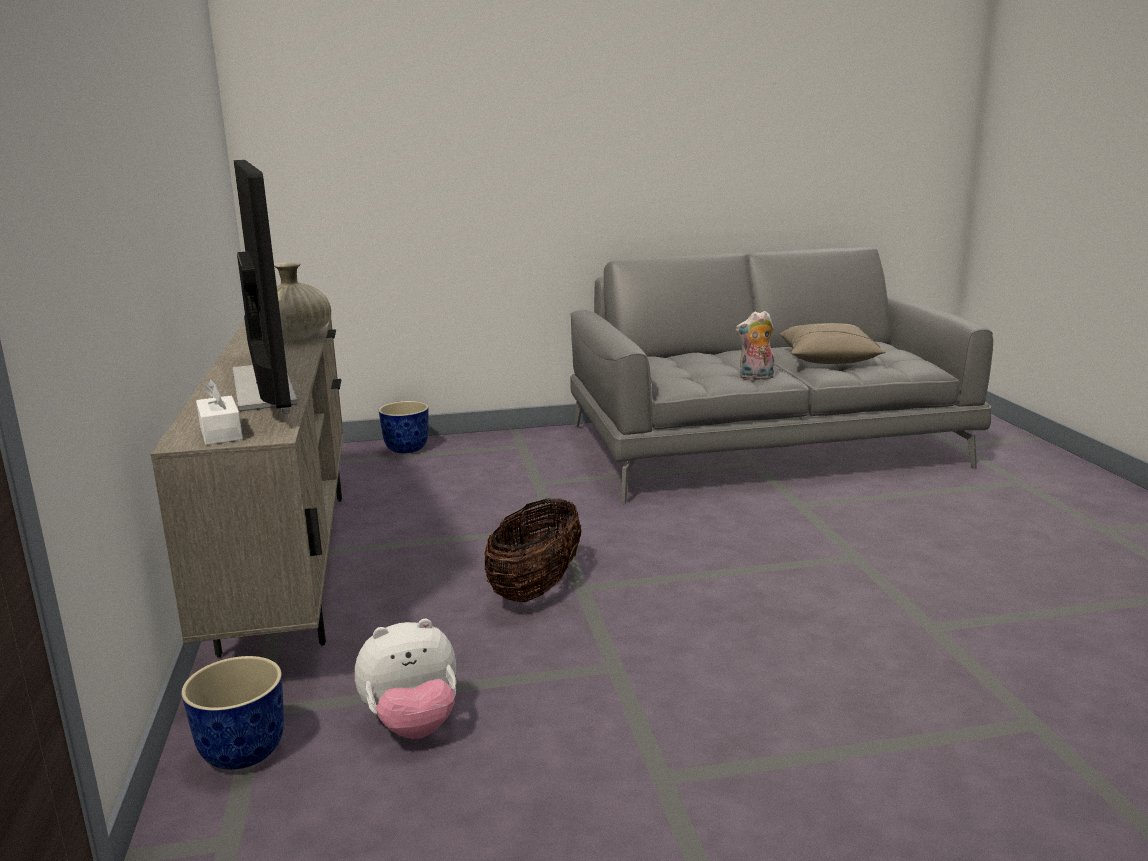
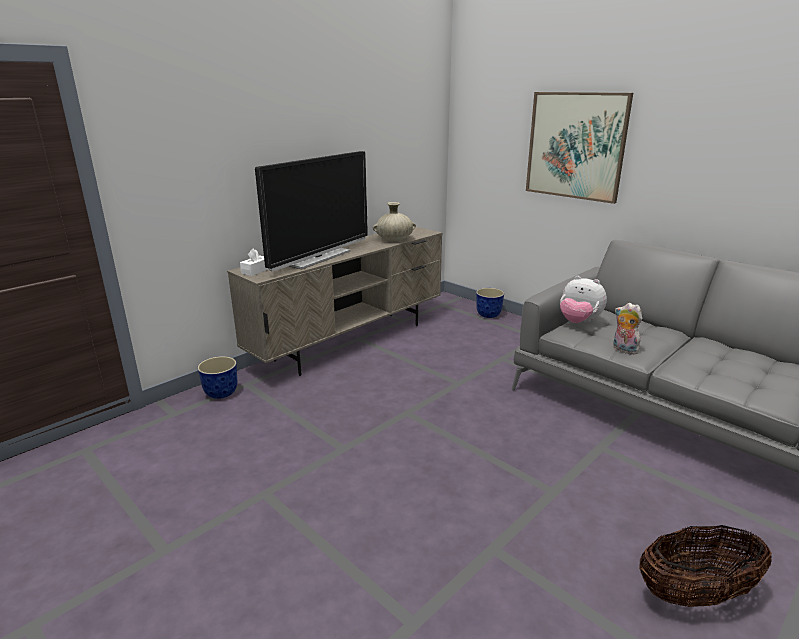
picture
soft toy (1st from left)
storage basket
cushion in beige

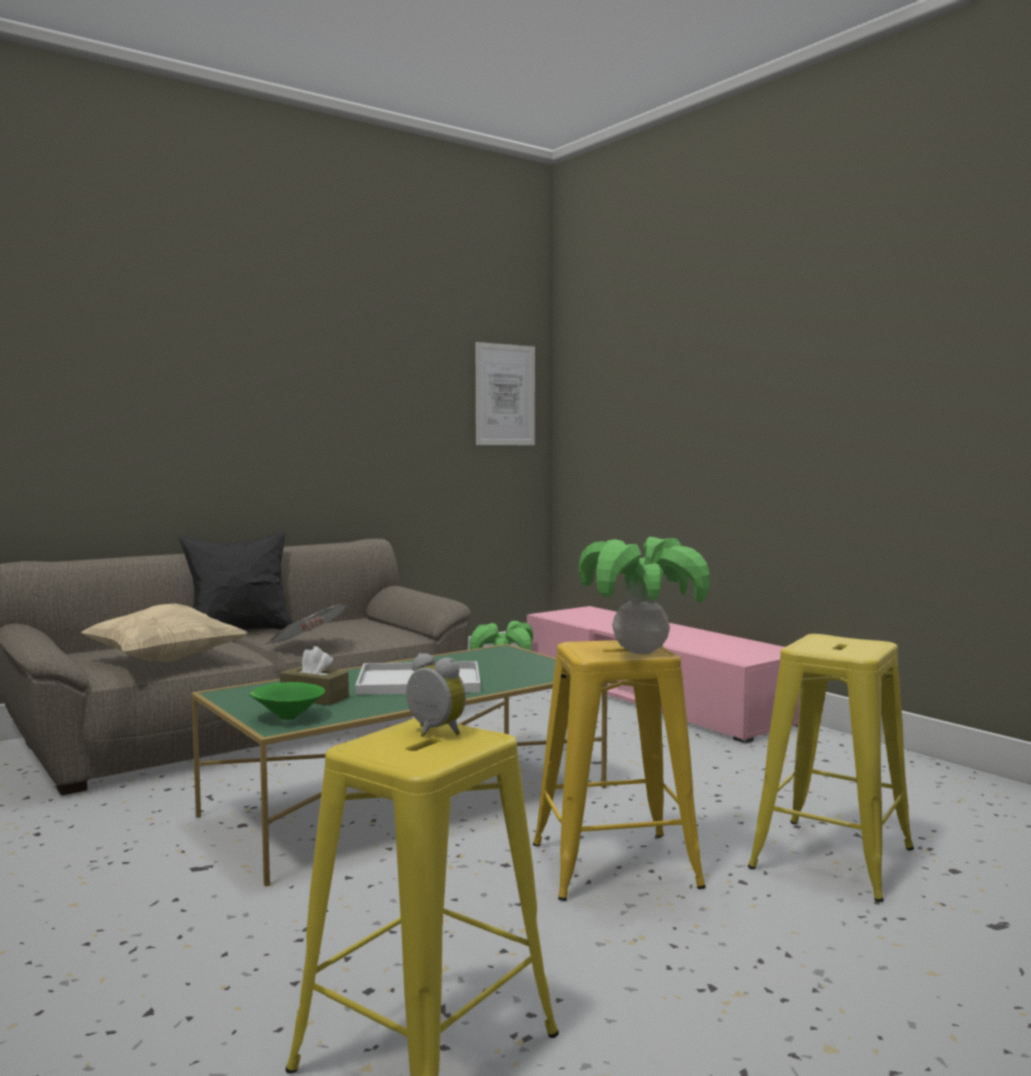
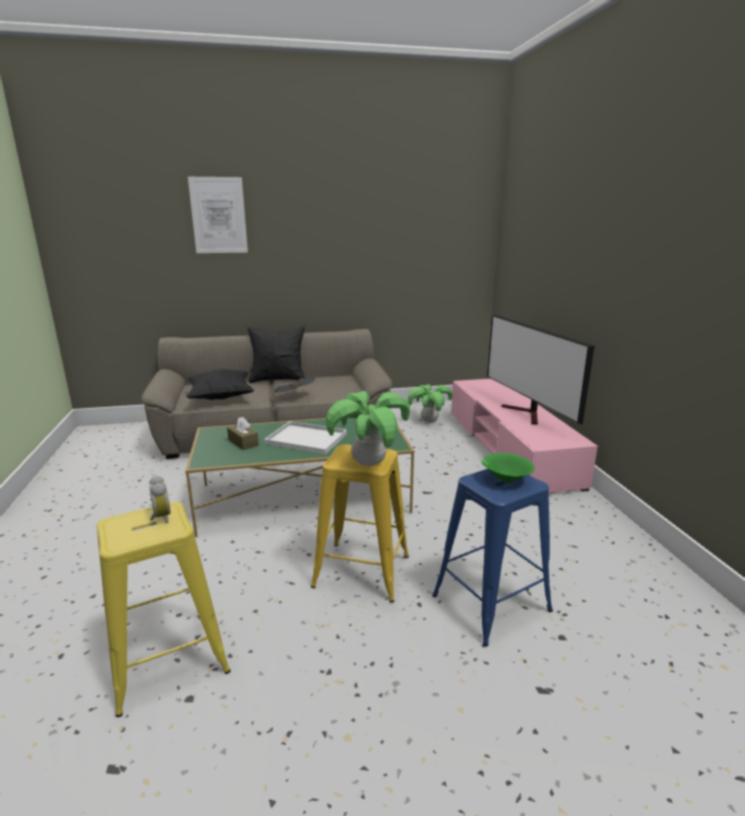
cushion in black (1st from left)
picture
sitting stool in blue-coloured
serving bowl in greenish
television

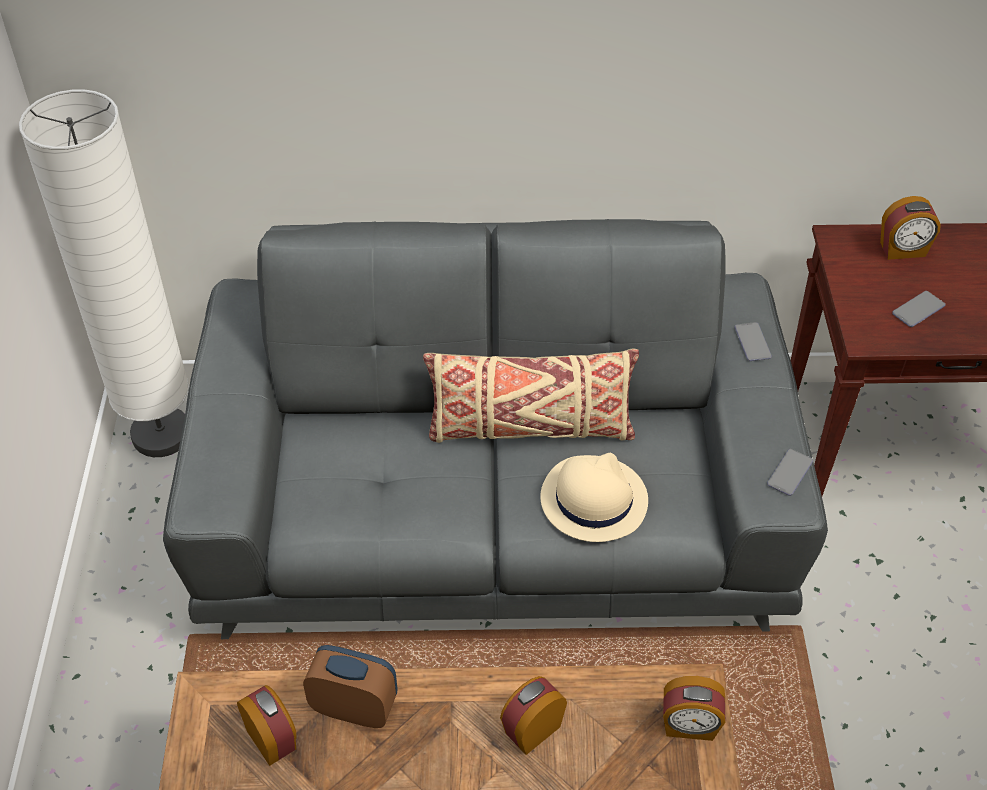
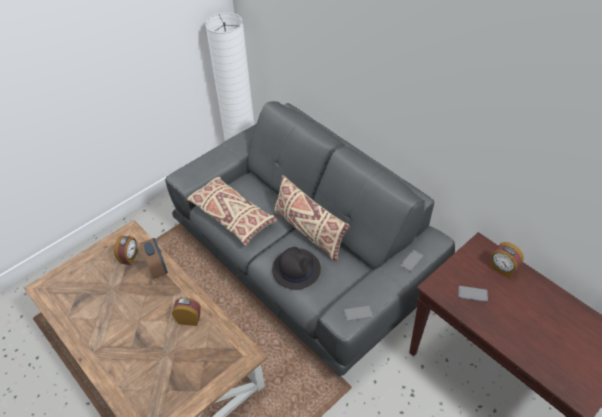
cushion in beige (1st from left)
clothing hat in black
bedside clock (4th from left in the first image)

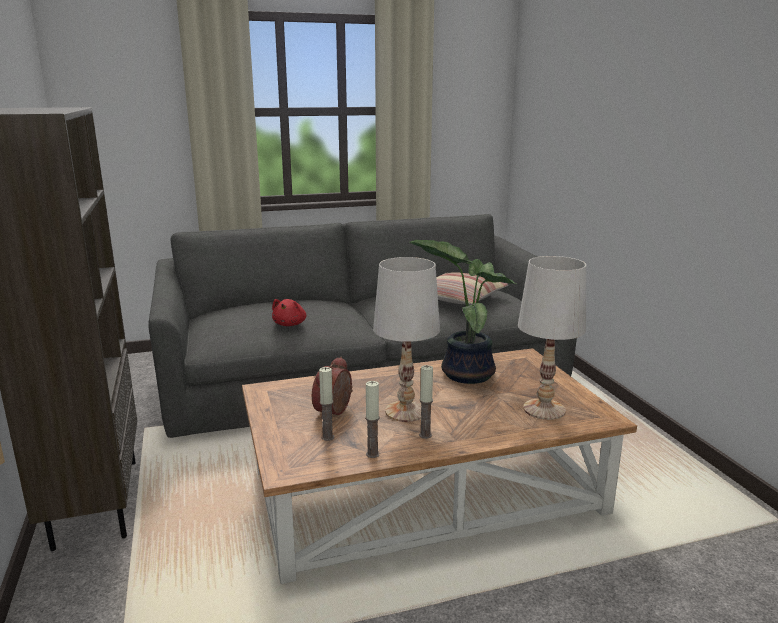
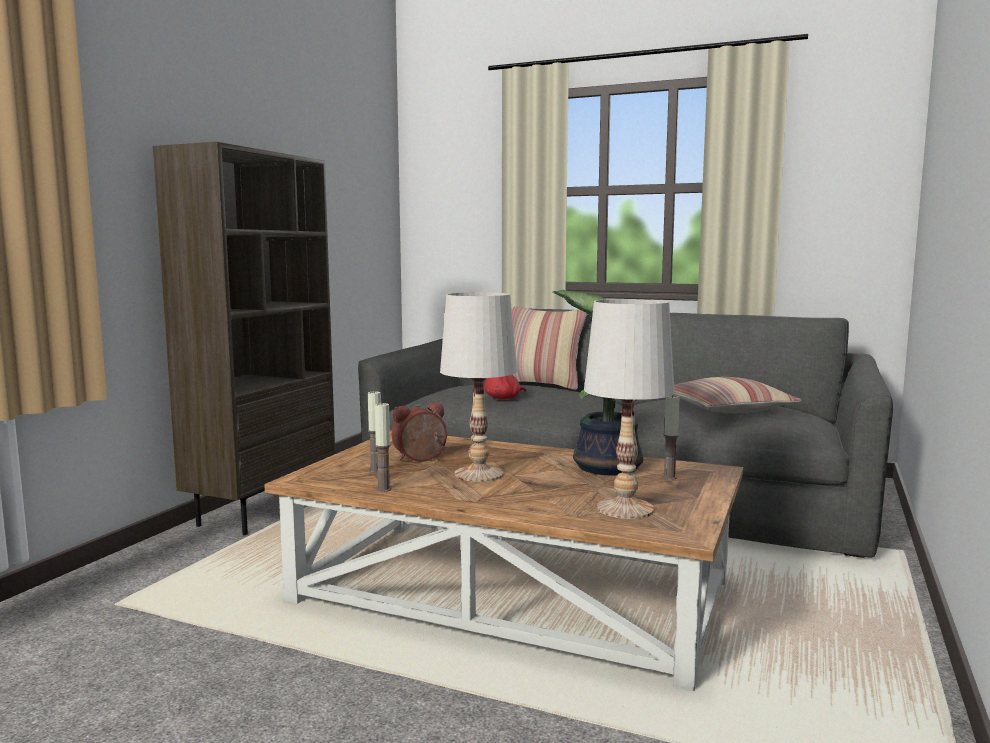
cushion (1st from left)
wax light (3rd from left)

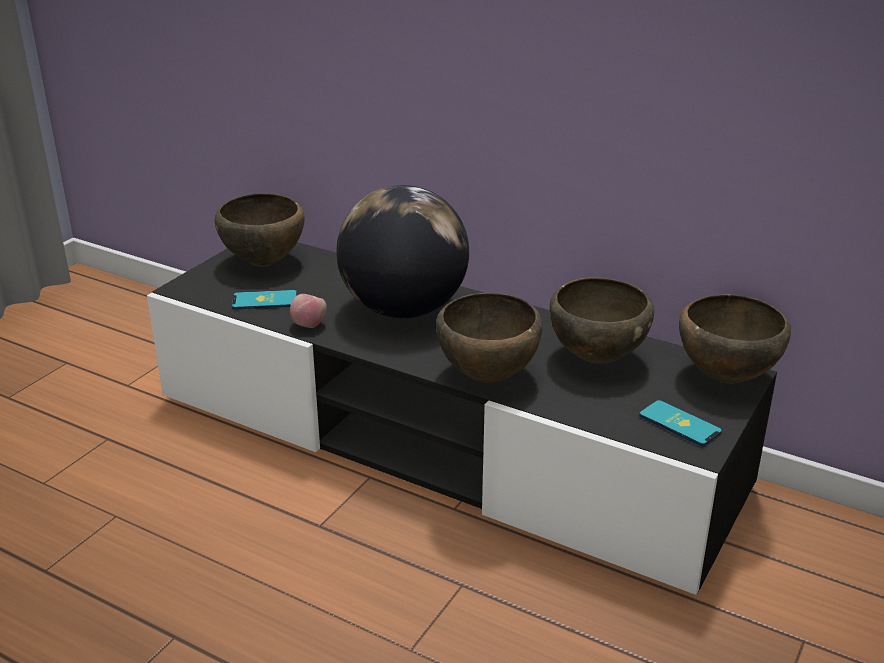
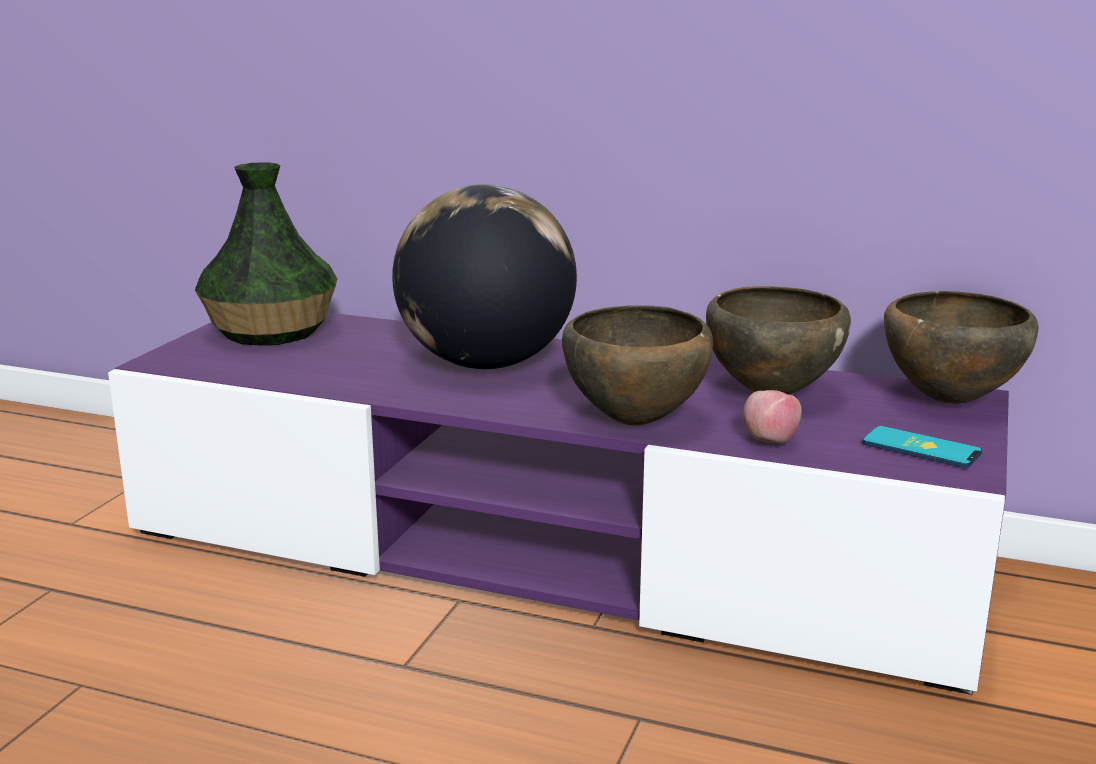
tv stand in purplish
vase
apple
telephone (1st from left in the first image)

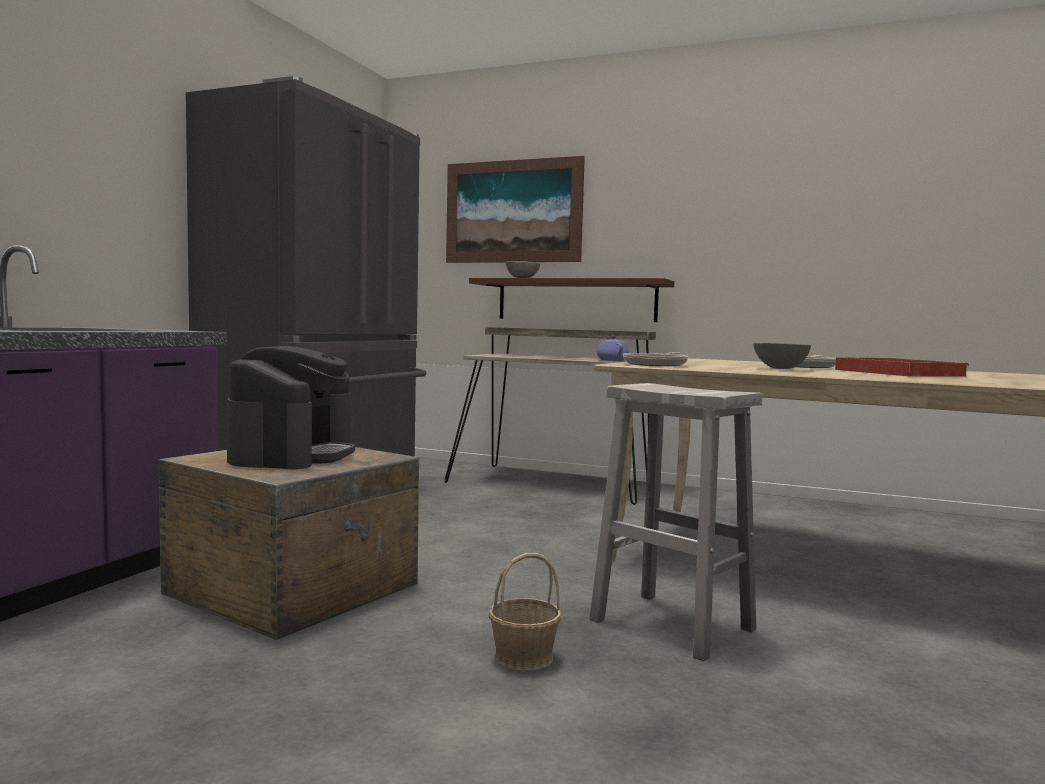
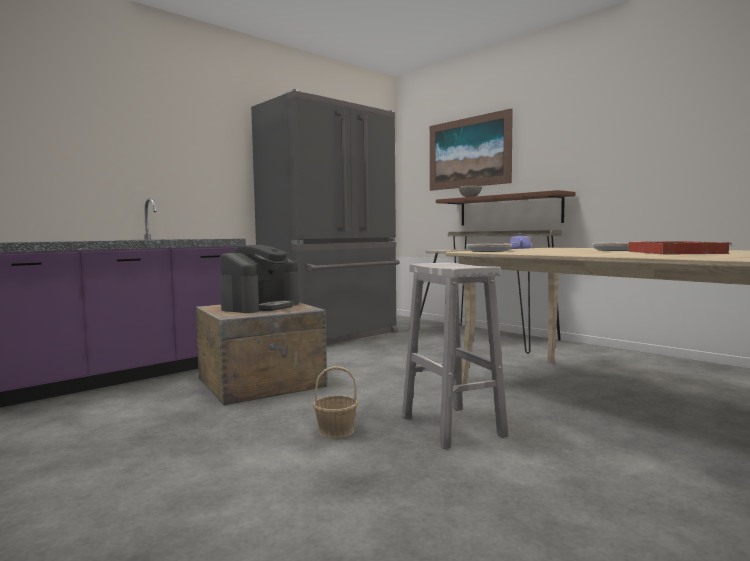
serving bowl in grey (2nd from left in the first image)

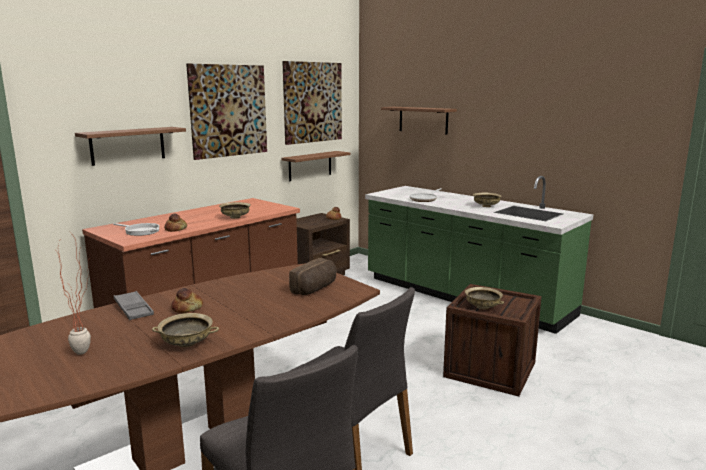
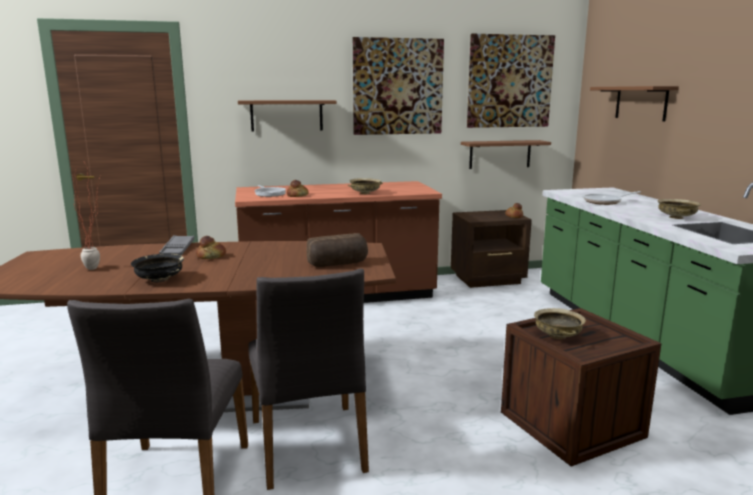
serving bowl in black

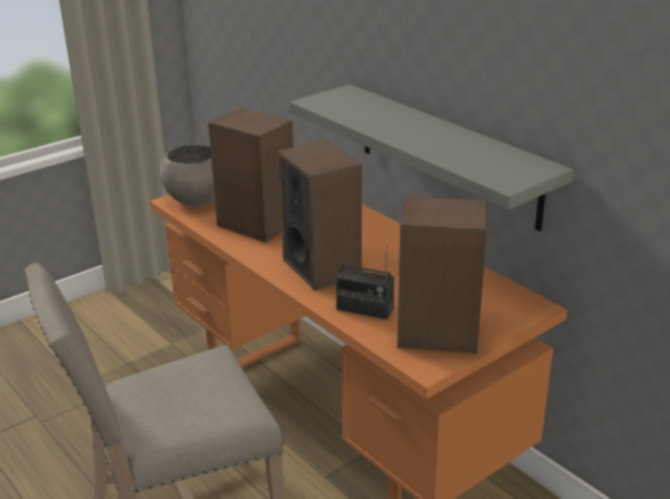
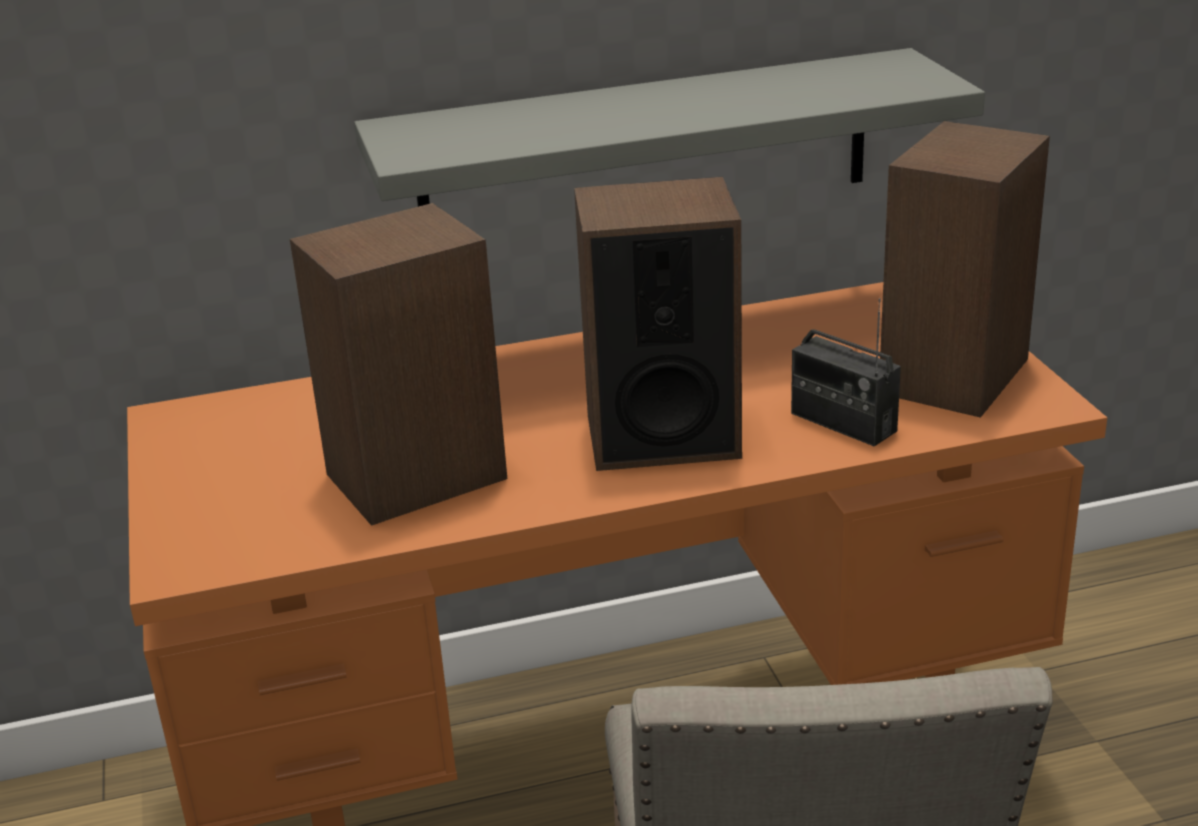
radio receiver
serving bowl in grey

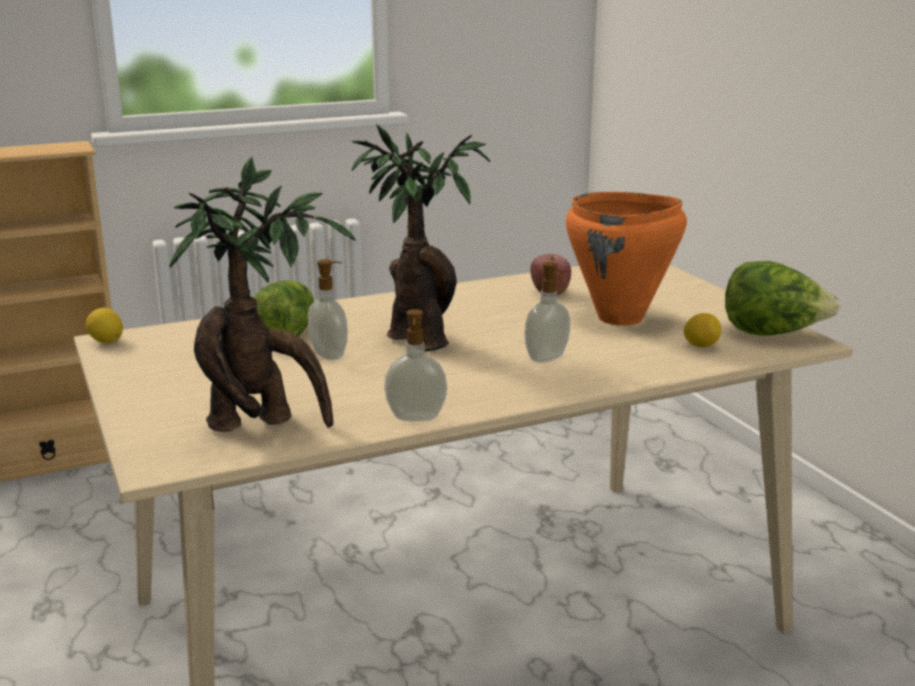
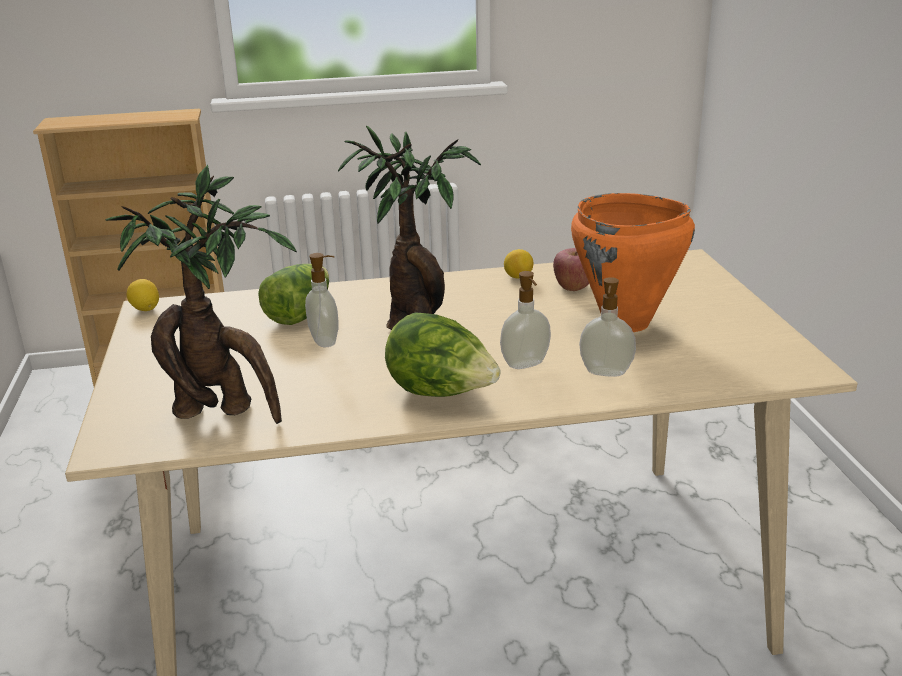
lettuce (2nd from left)
citrus fruit (2nd from left)
soap dispenser (3rd from left)

